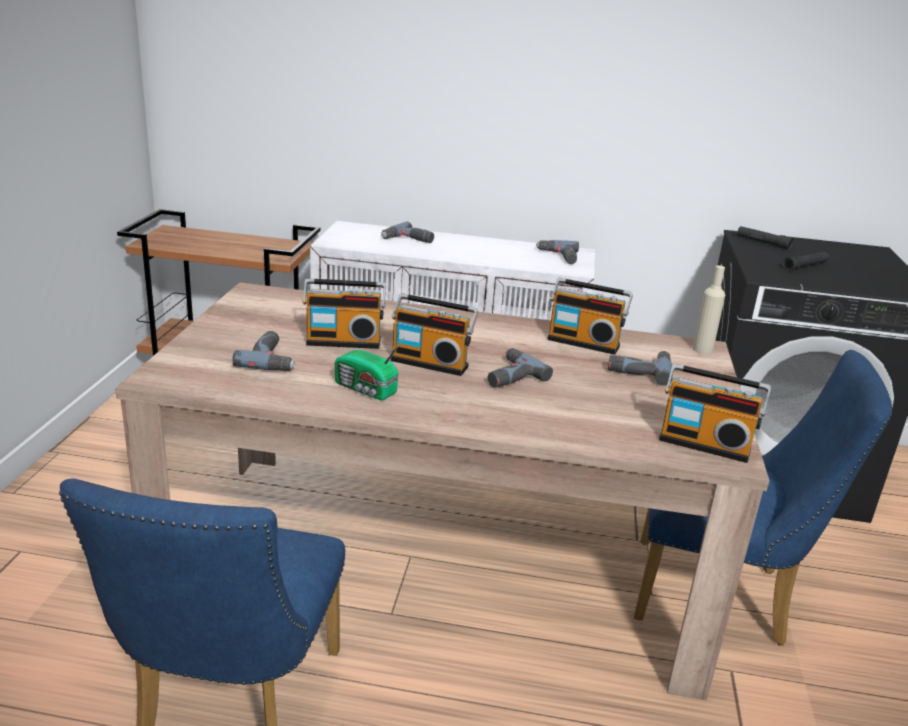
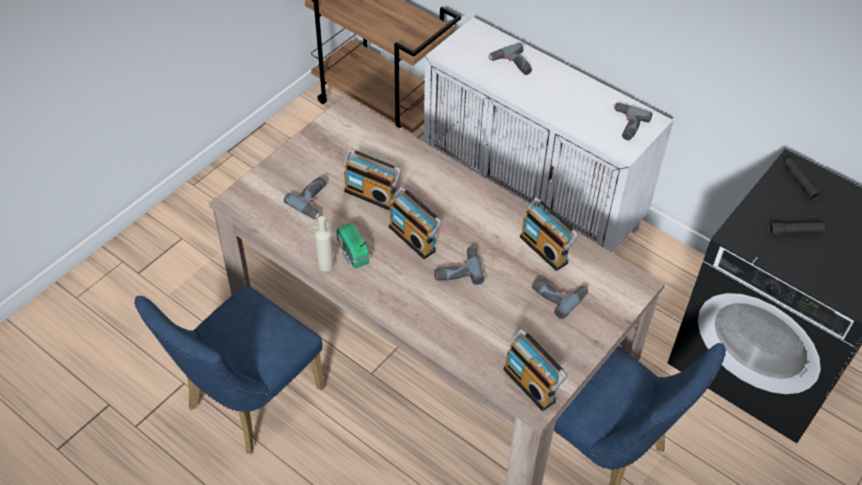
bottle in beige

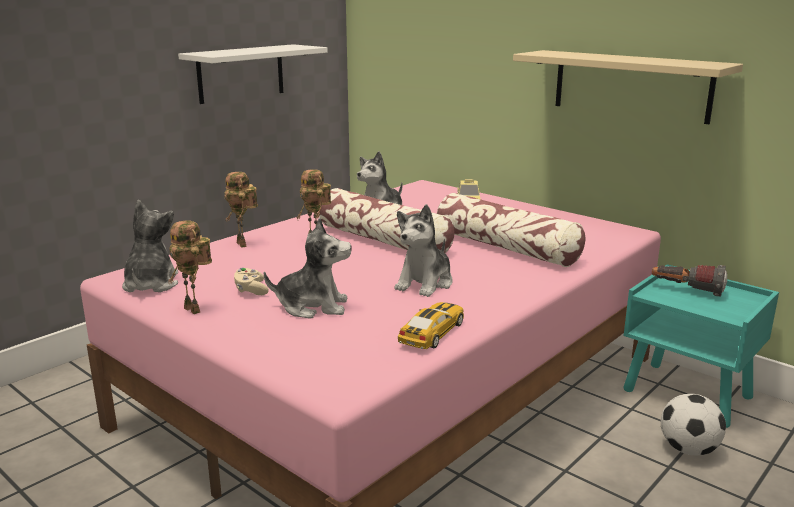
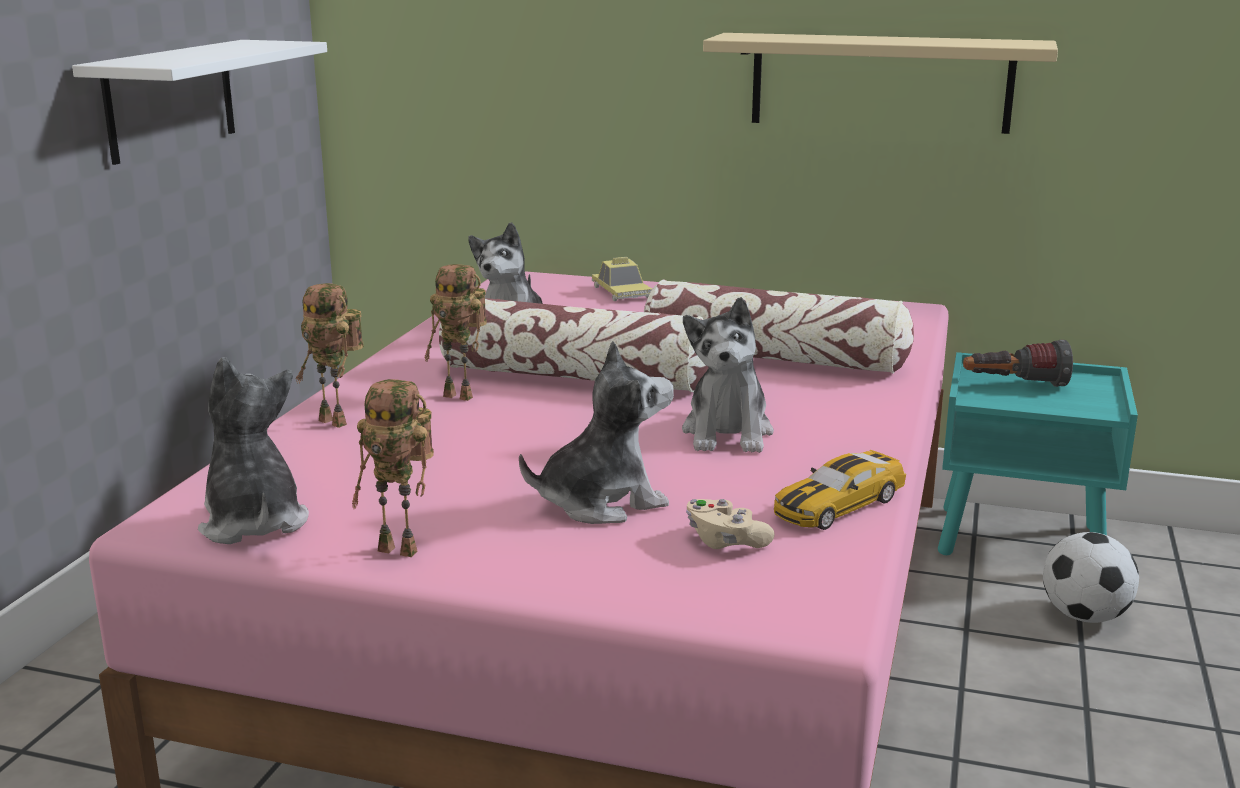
gamepad in beige
toy car (2nd from left)

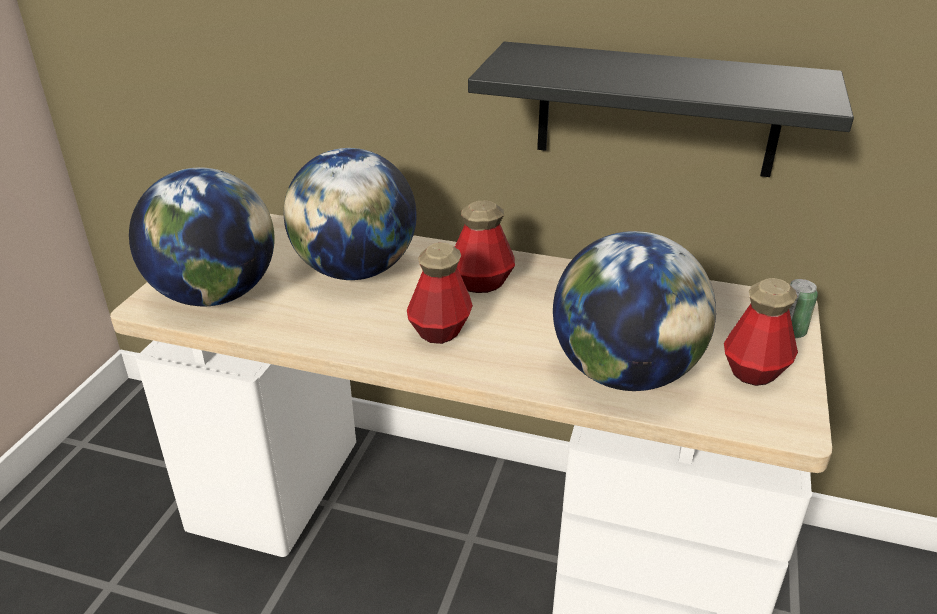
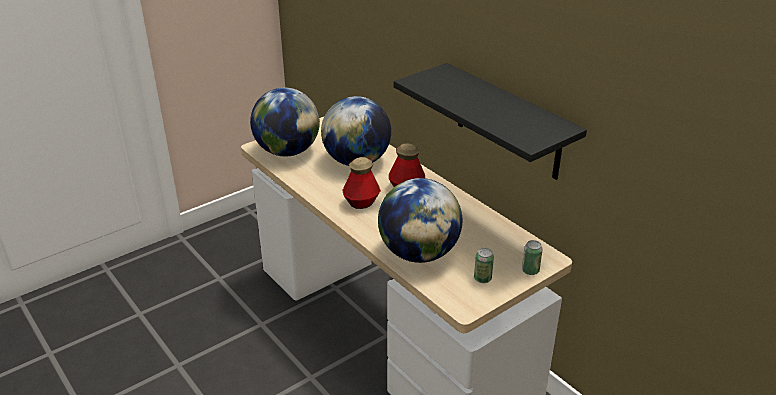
sealed can (1st from left)

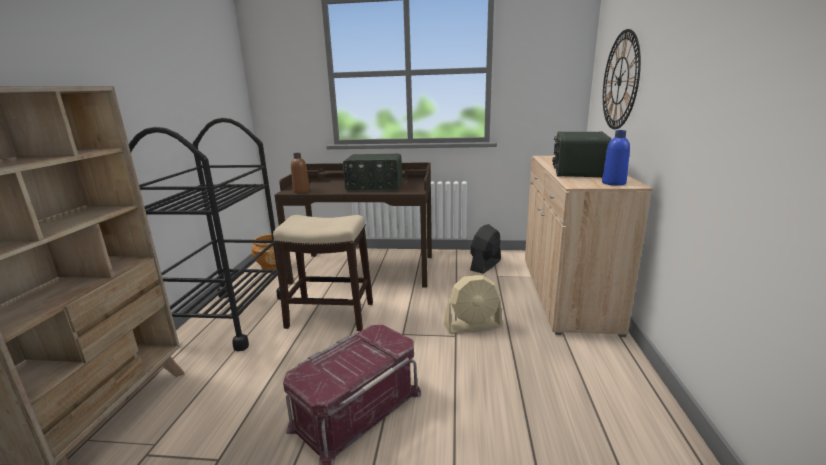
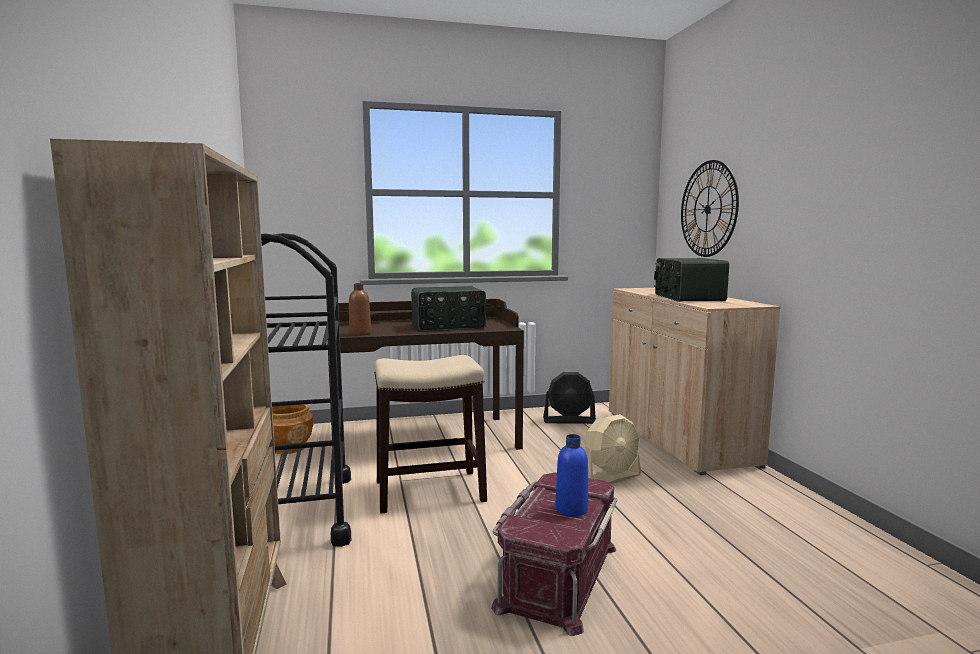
fan in black
bottle in blue-coloured

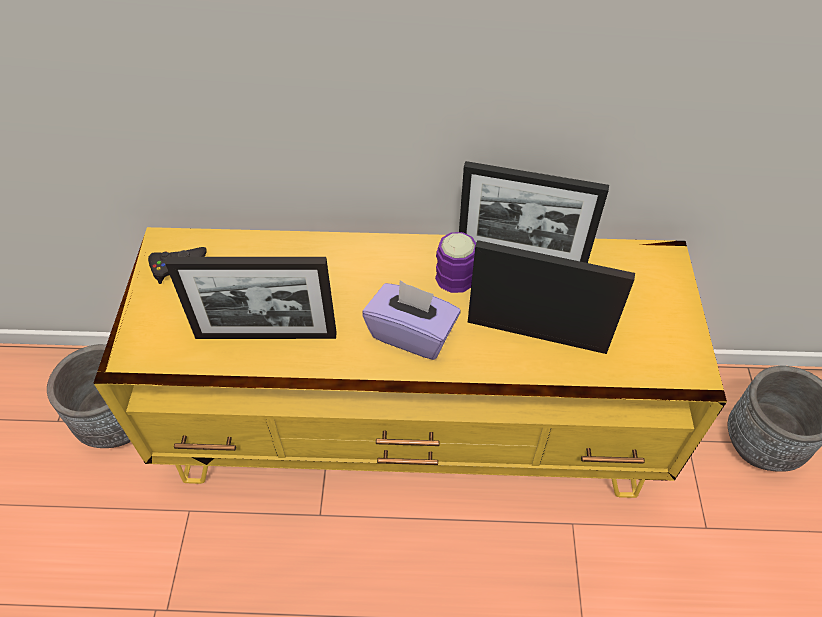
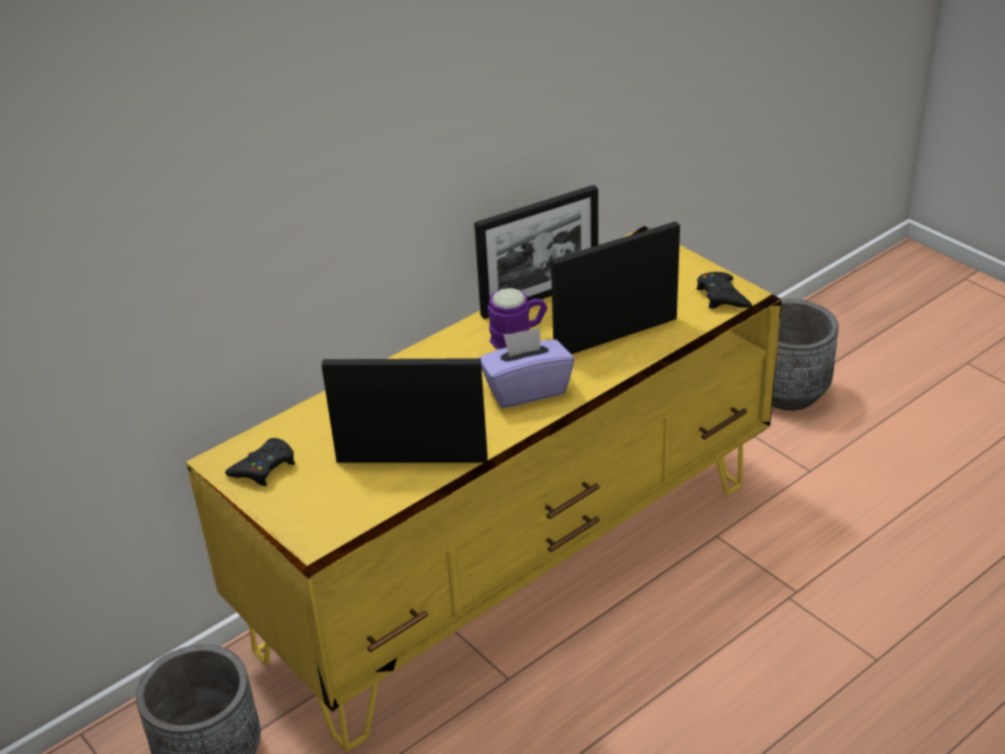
standing frame (1st from left)
gamepad in black (2nd from left)

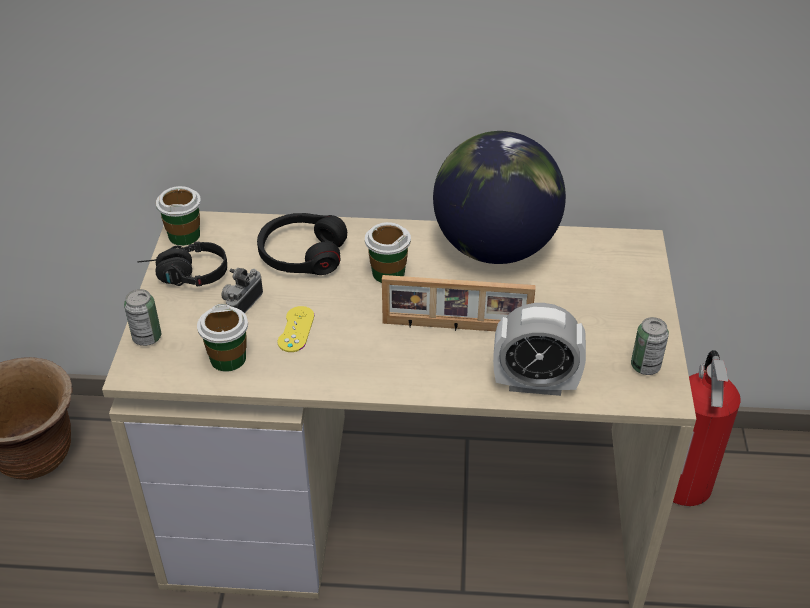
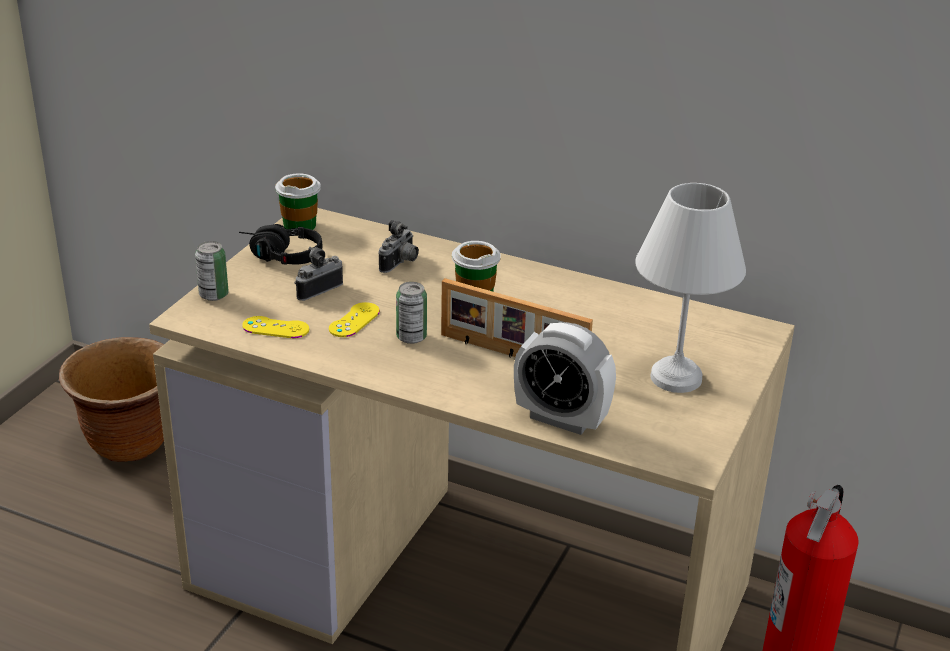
gamepad in yellow (1st from left)
still camera (2nd from left)
sealed can (2nd from left)
tabletop lamp in white
world globe

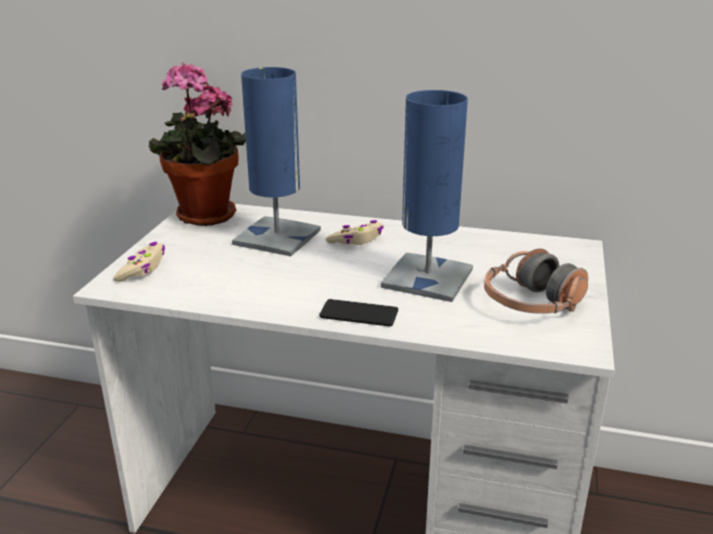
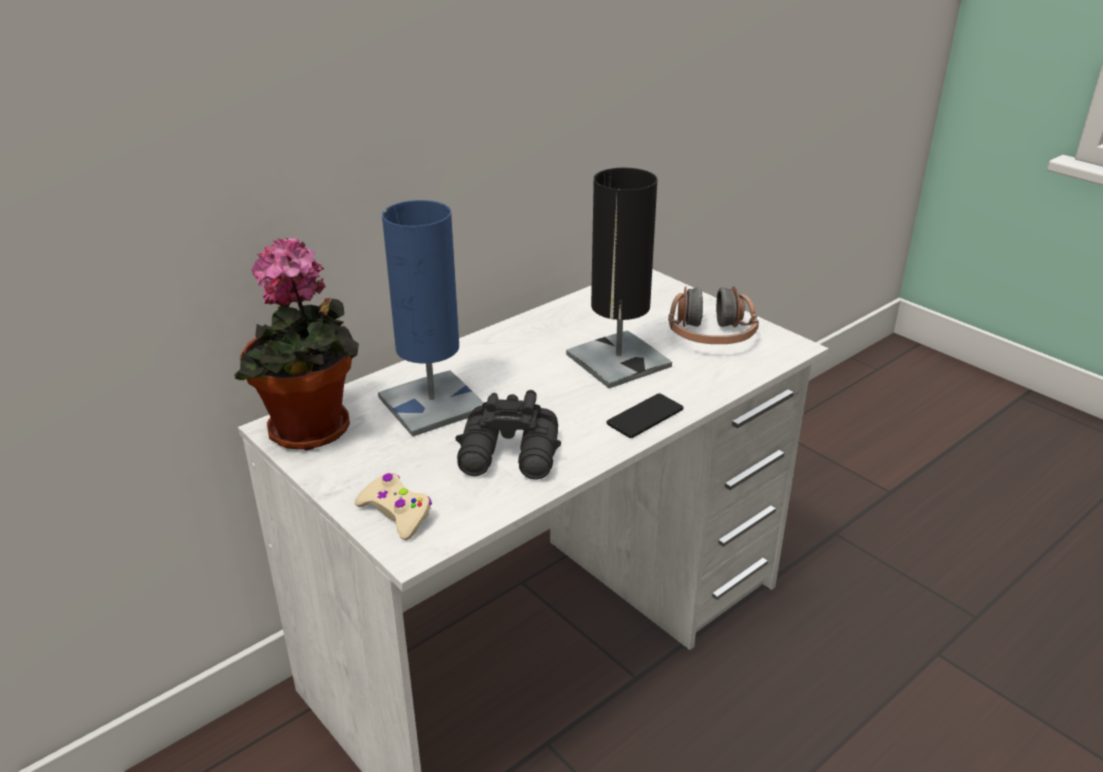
pair of binoculars in black
tabletop lamp in black
gamepad in beige (2nd from left in the first image)

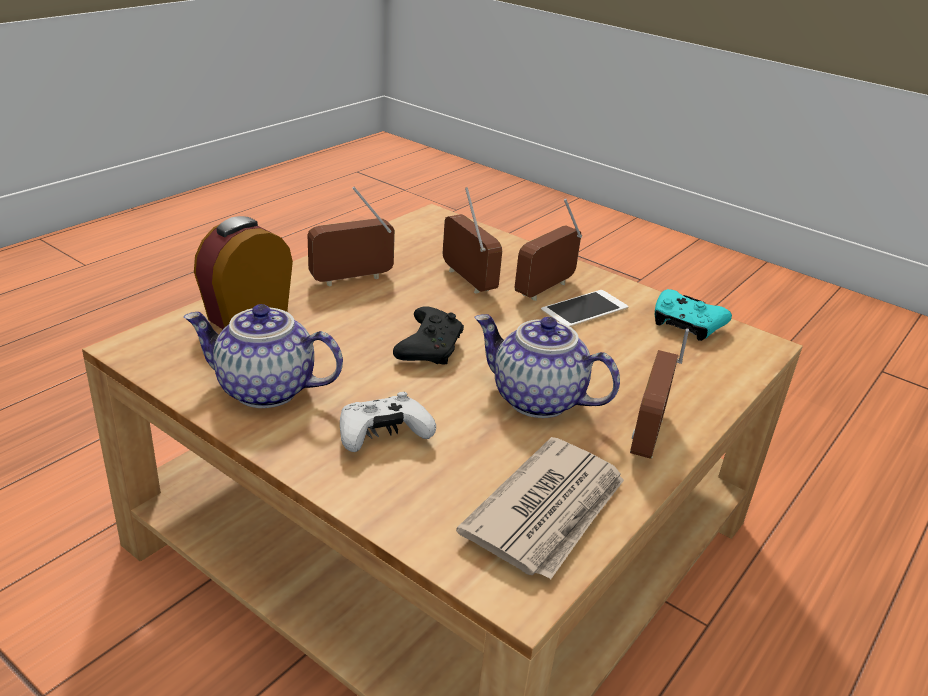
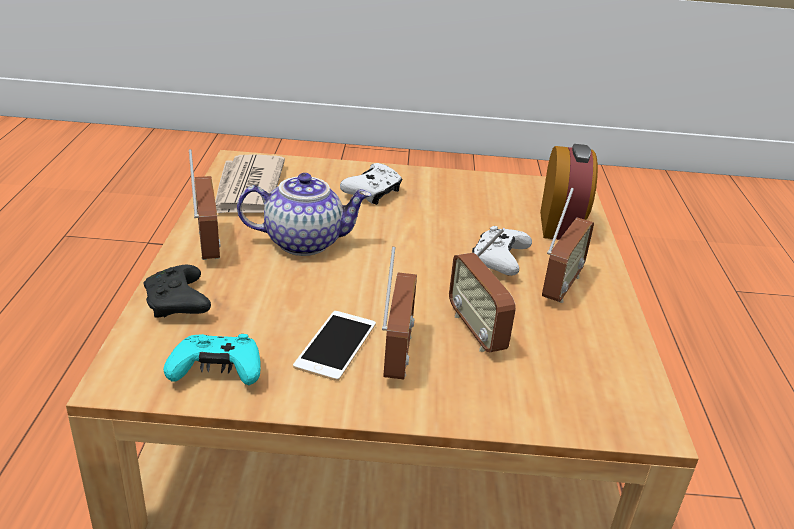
gamepad in black
radio receiver (3rd from left)
gamepad in white (2nd from left)
pot for tea (1st from left in the first image)

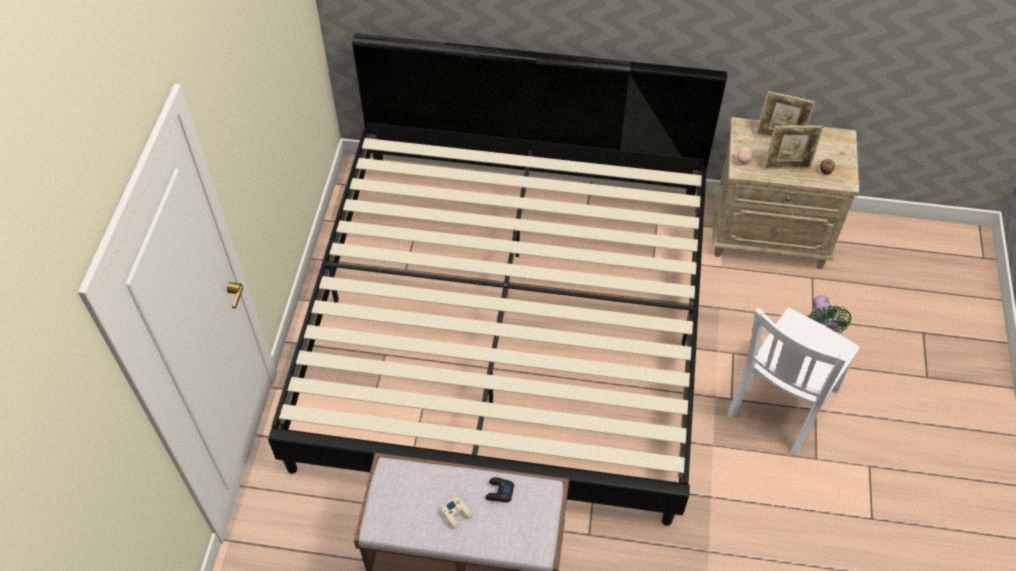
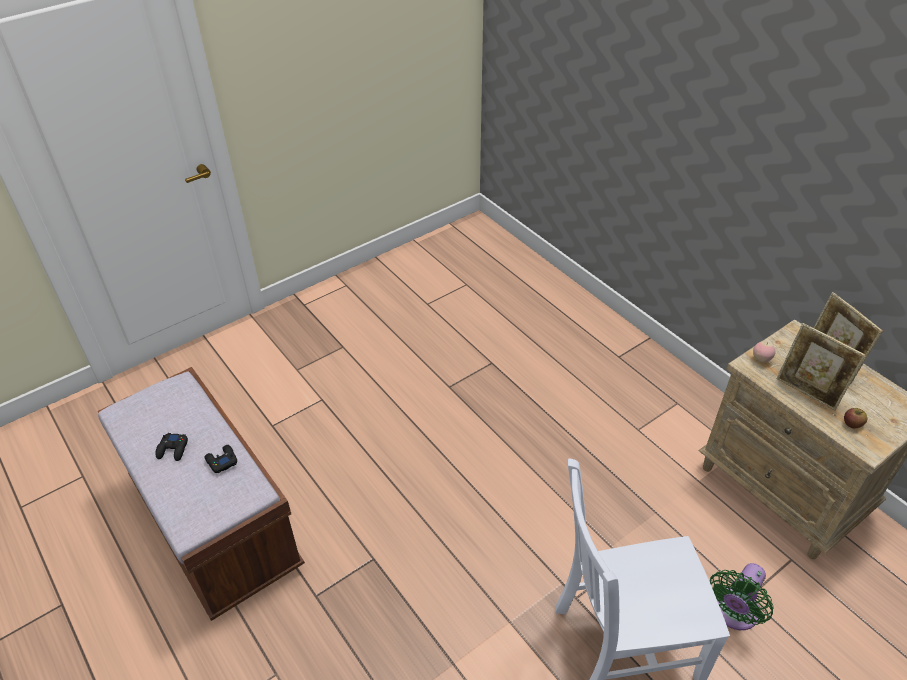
gamepad in black (1st from left)
bedroom bed

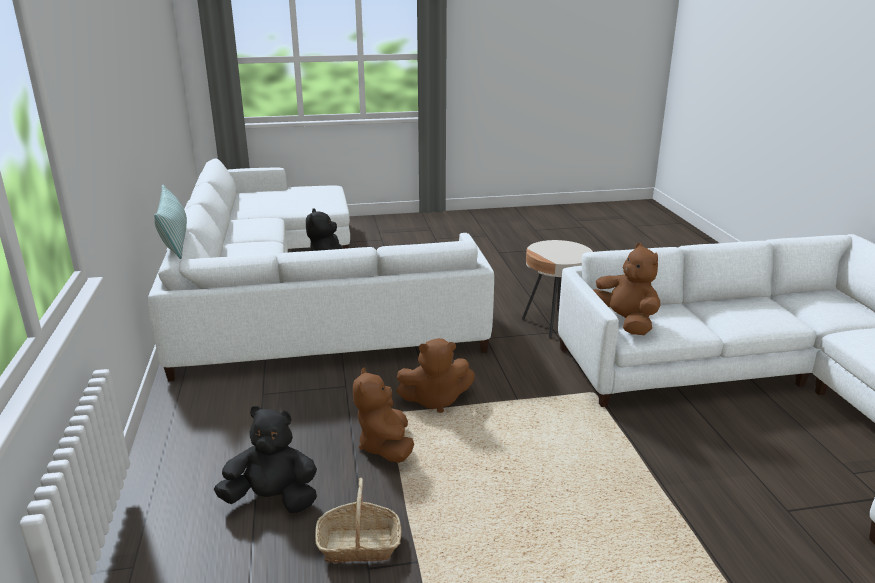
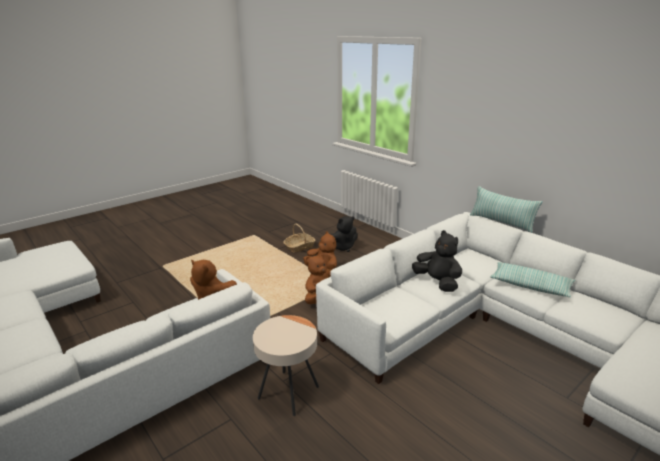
cushion (2nd from left)

